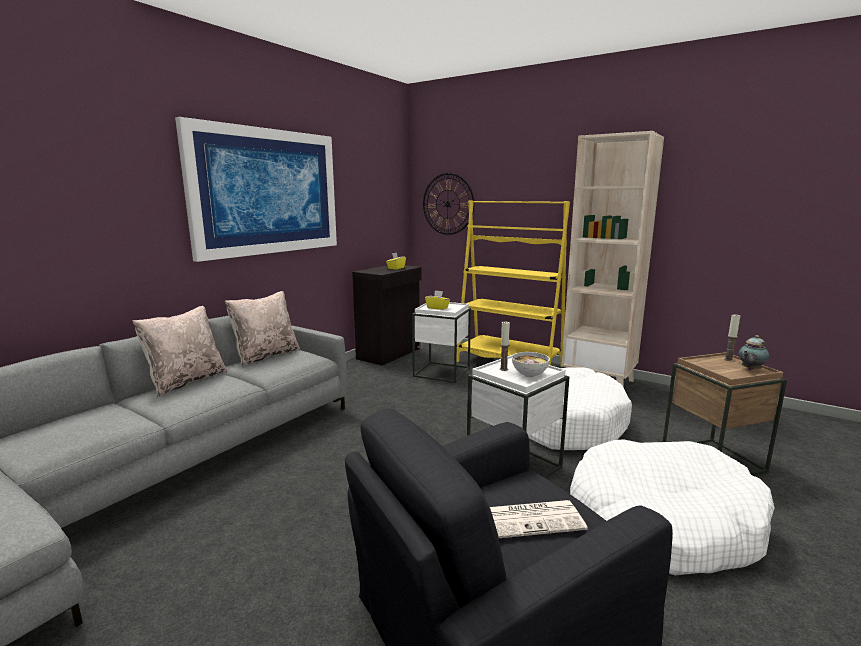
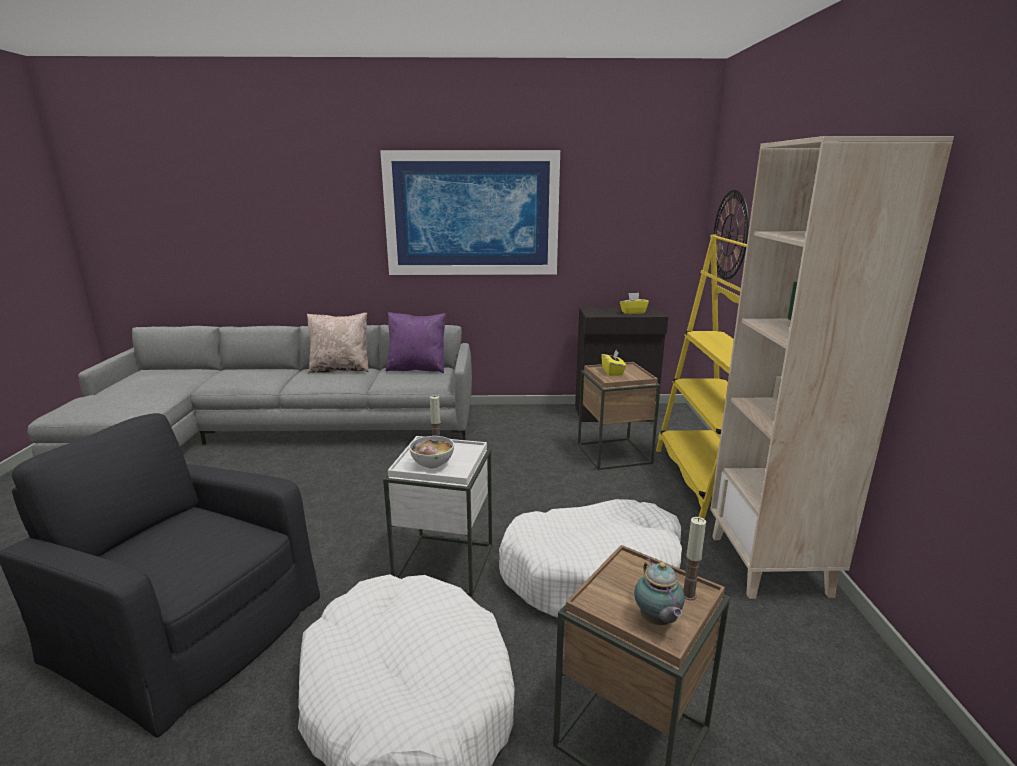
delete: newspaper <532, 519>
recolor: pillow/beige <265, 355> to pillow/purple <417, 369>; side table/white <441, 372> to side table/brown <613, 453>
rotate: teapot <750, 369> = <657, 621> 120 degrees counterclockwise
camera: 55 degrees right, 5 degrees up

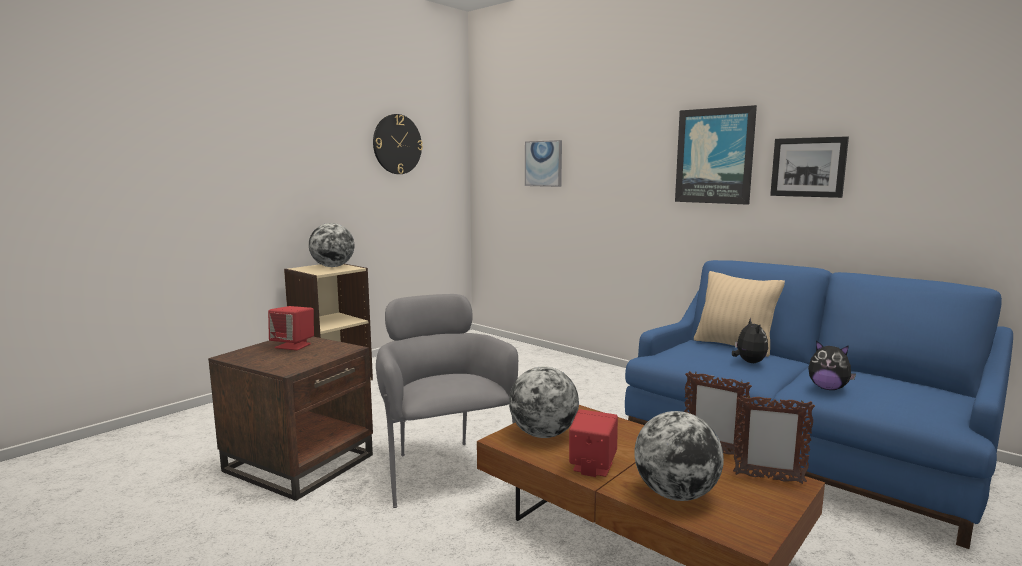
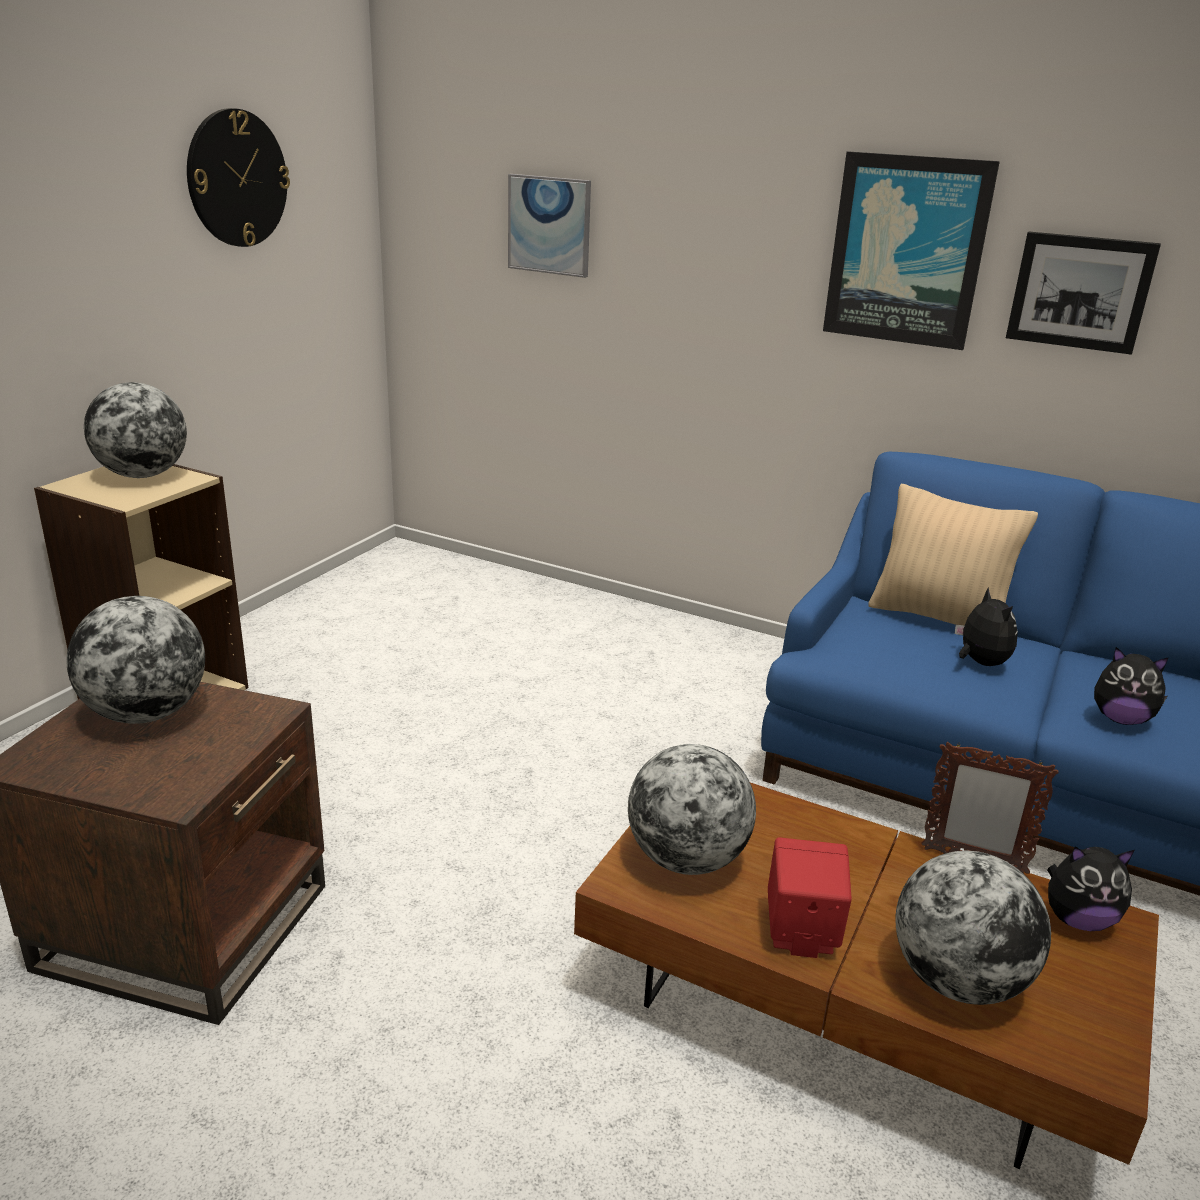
delete: armchair/grey <444, 467>
replace: speaker/red <293, 346> to globe <147, 713>; picture frame <768, 478> to plush toy <1077, 919>
camera: 15 degrees left, 15 degrees up

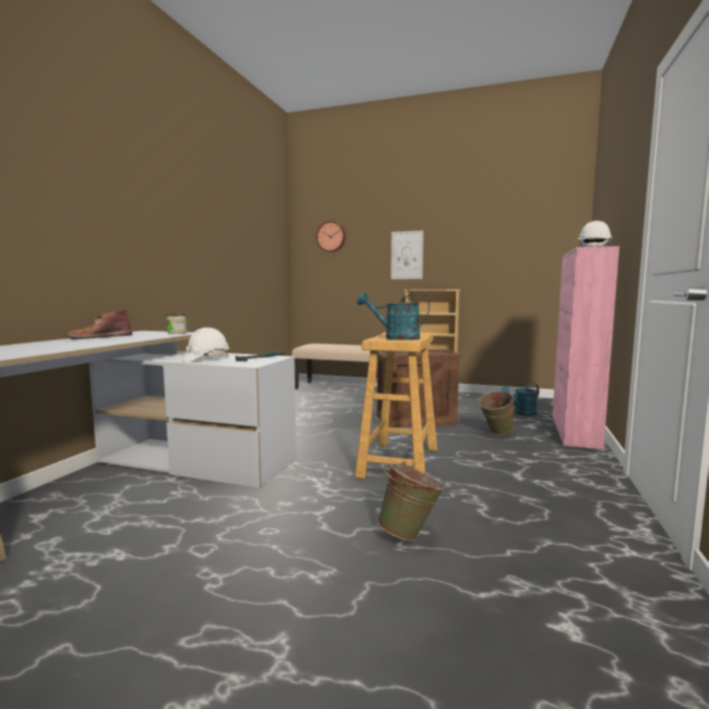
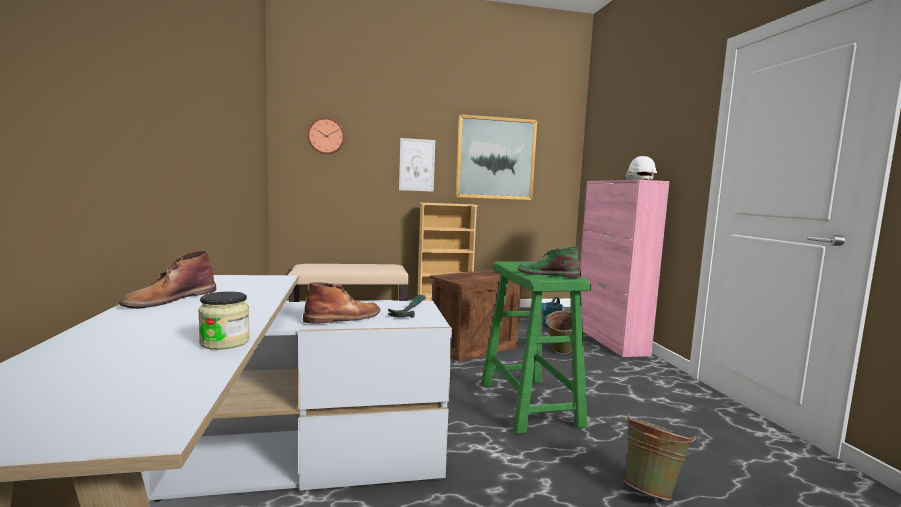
insert: picture <495, 158>
move: jar <177, 333> to <225, 342>
replace: hard hat/white <205, 359> to boot/brown <344, 317>; watering can/turquoise <395, 338> to boot/green <547, 274>
recolor: stool/beige <399, 462> to stool/green <529, 404>
camera: 30 degrees left, 0 degrees up

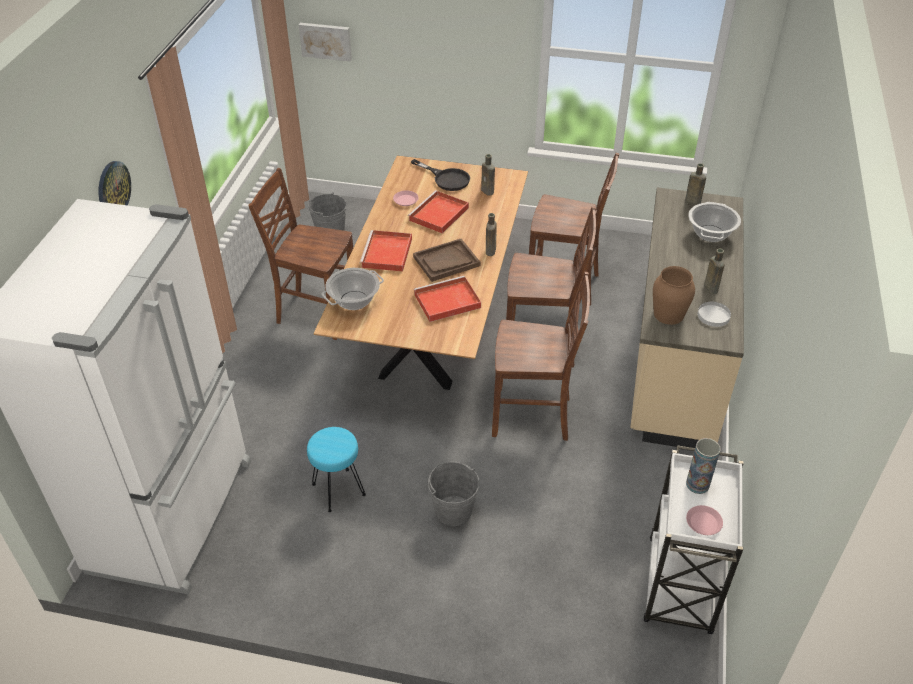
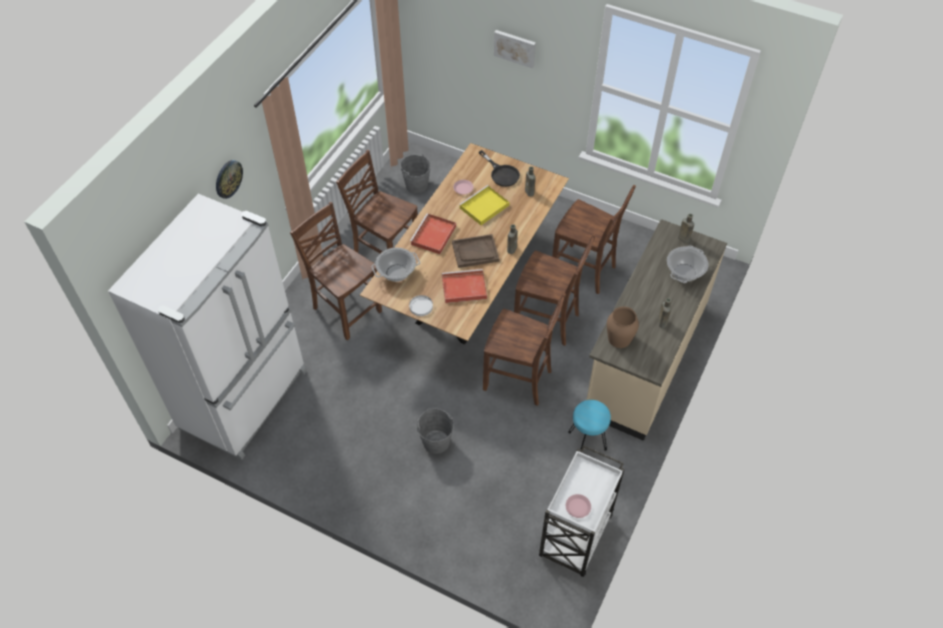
delete: vase <697, 484>
insert: chair/brown <345, 310>
move: picture <326, 41> to <515, 48>; stool/turquoise <337, 490> to <586, 441>; plate/white <713, 315> to <421, 306>
recolor: tray/red <438, 215> to tray/yellow <483, 207>
camera: 15 degrees right, 10 degrees up

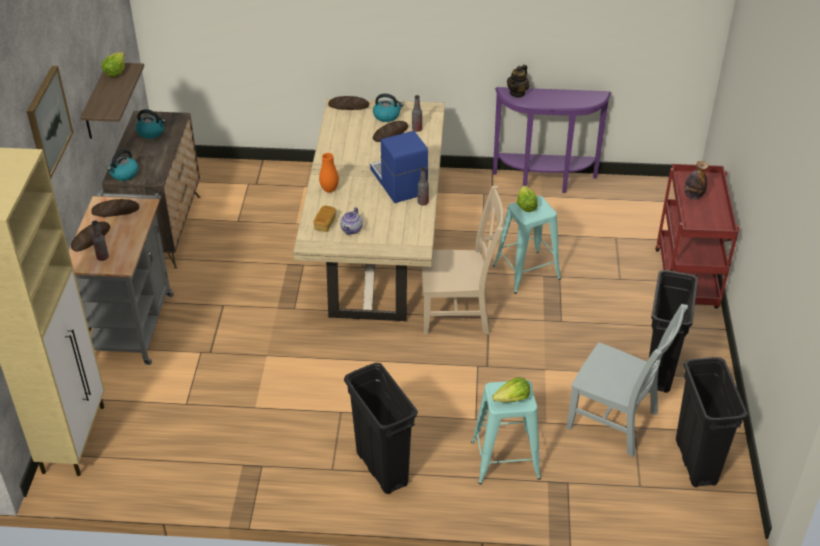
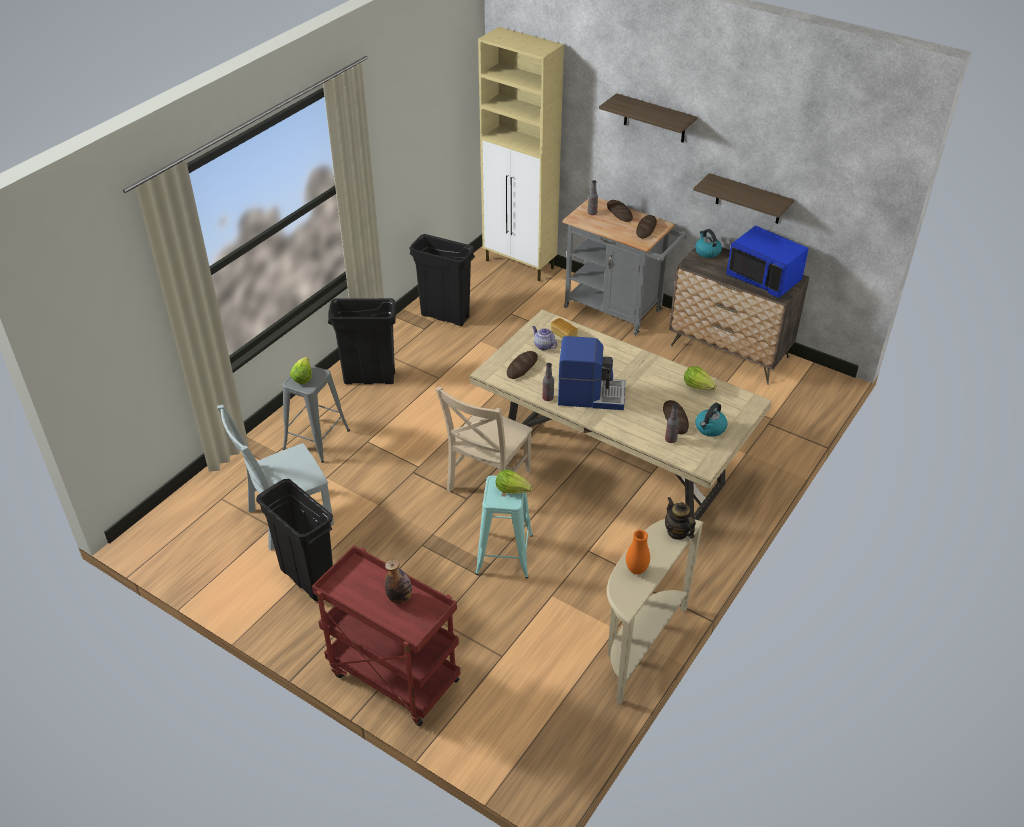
move: lettuce <115, 71> to <698, 386>; vase/orange <329, 190> to <636, 570>; bread <348, 106> to <522, 367>; trash can/black <696, 462> to <444, 316>
replace: picture <48, 122> to shelf <654, 119>; kettle <151, 132> to microwave/blue <764, 277>
recolor: stool/turquoise <505, 460> to stool/grey <316, 439>; console table/purple <545, 182> to console table/beige <638, 646>
camera: 120 degrees right, 0 degrees up

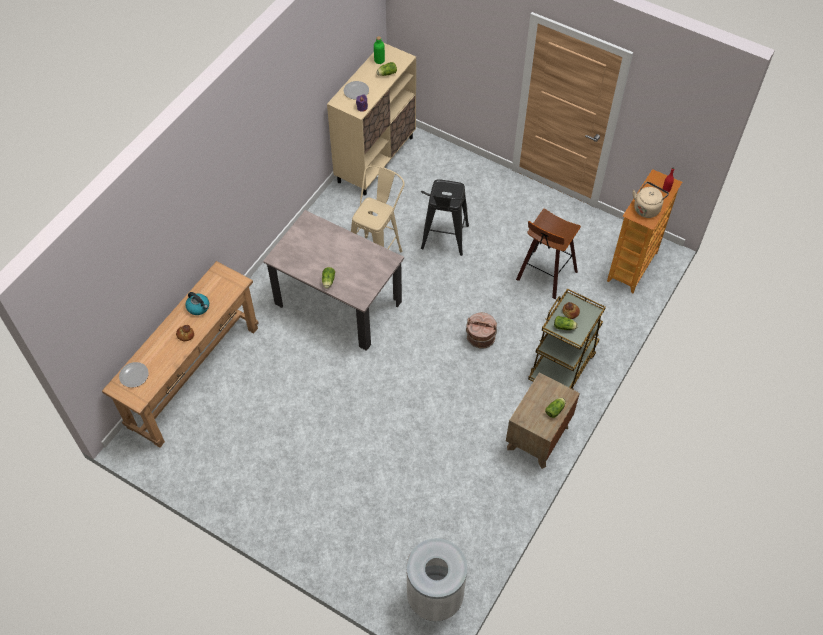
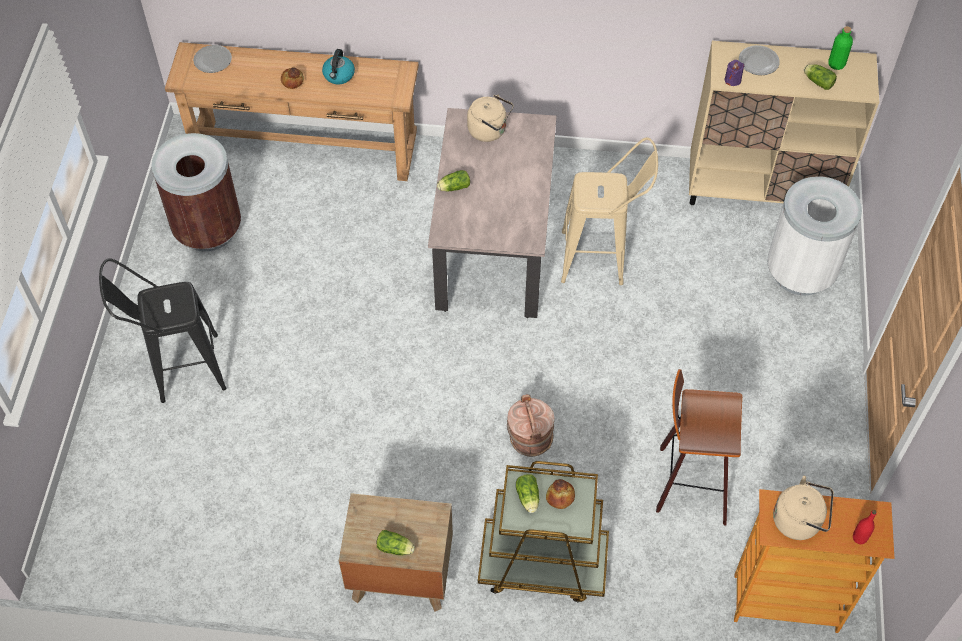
insert: trash can/brown <207, 228>; kettle/beige <489, 131>
move: trash can/white <435, 596> to <801, 272>; stool/black <443, 242> to <179, 369>
camera: 65 degrees right, 0 degrees up

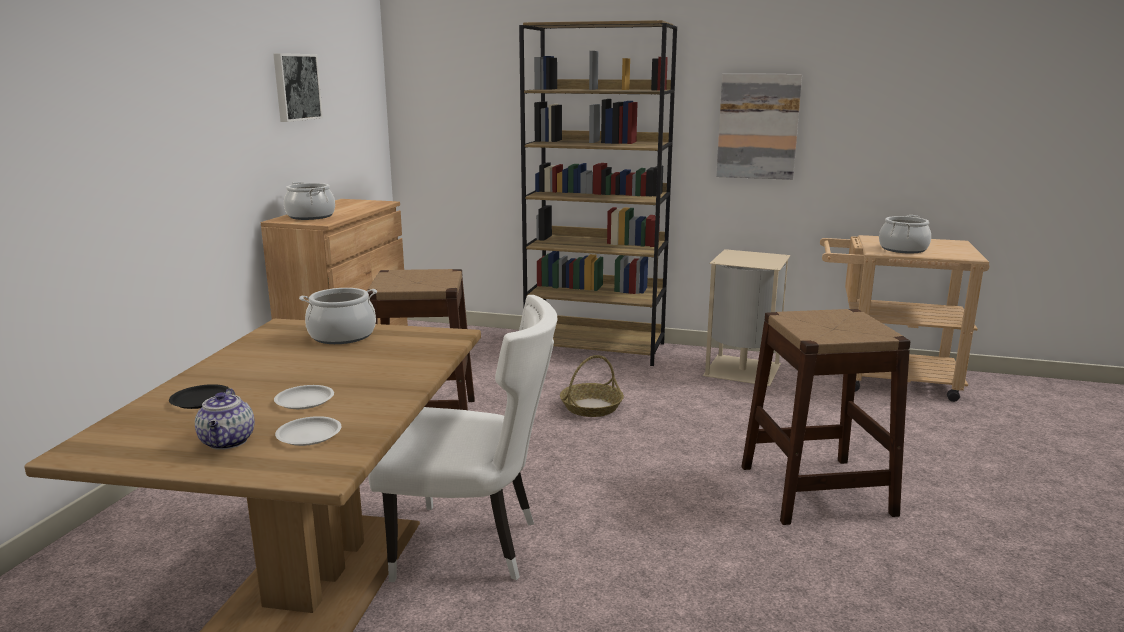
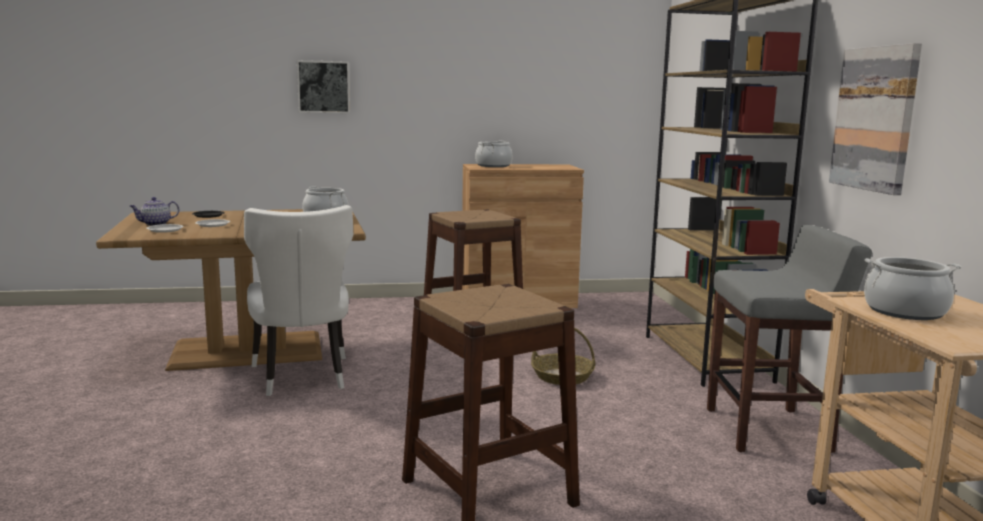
move: picture <295, 87> to <324, 87>
replace: trash can/beige <744, 370> to stool/grey <769, 430>
camera: 65 degrees right, 5 degrees down

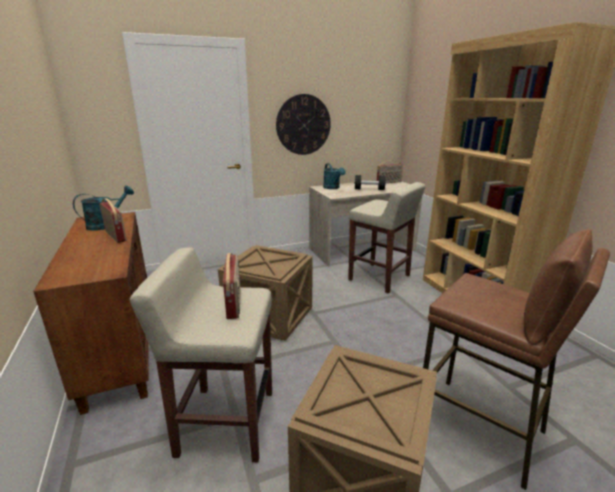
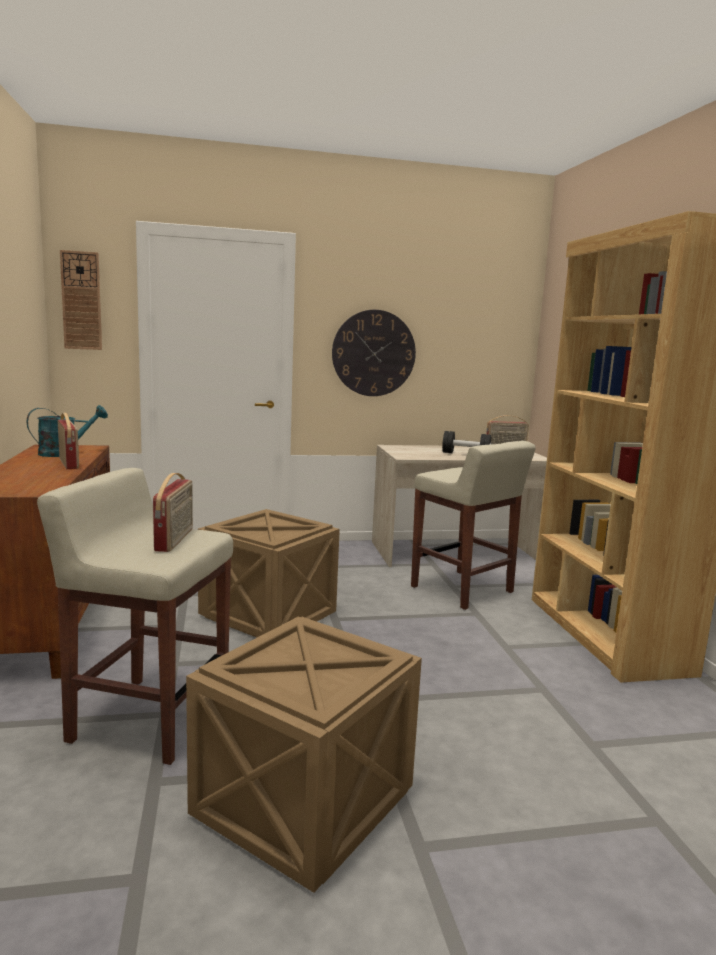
delete: watering can/turquoise <333, 188>; stool/brown <480, 429>
insert: wall clock <81, 301>
camera: 10 degrees right, 10 degrees down

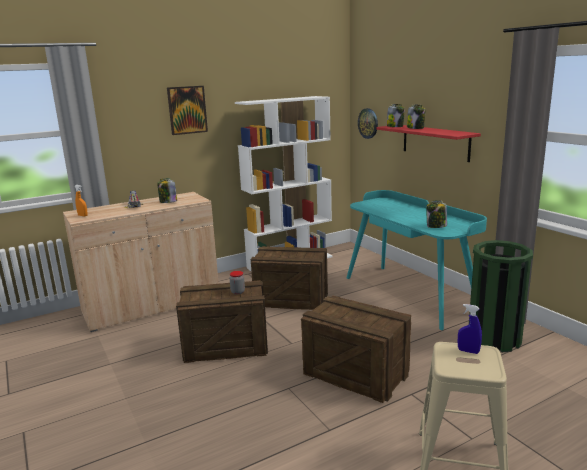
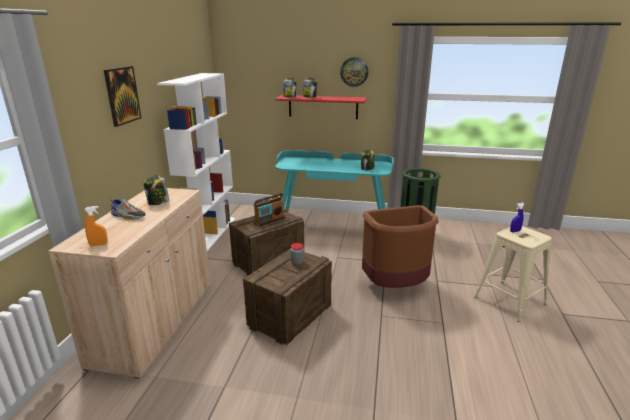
insert: radio <269, 220>
move: wall clock <368, 123> to <354, 72>
replace: crate <356, 374> to trash can/brown <396, 286>
camera: 50 degrees left, 5 degrees up

